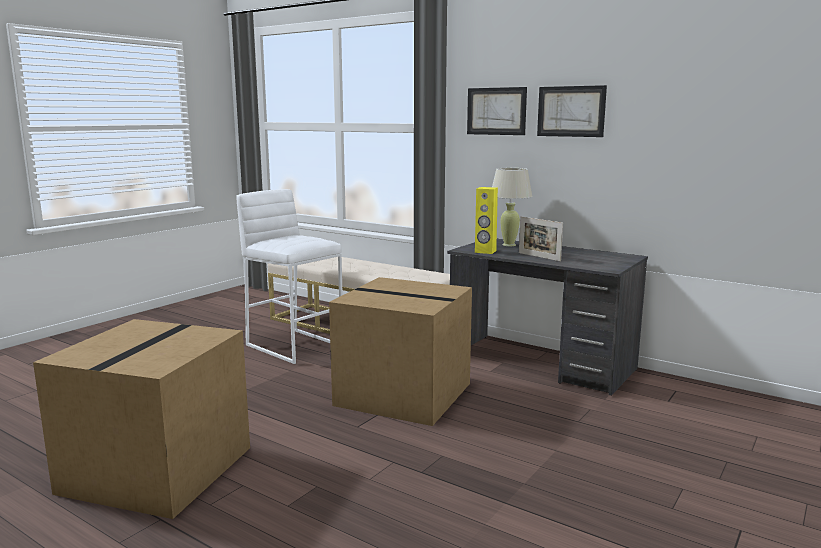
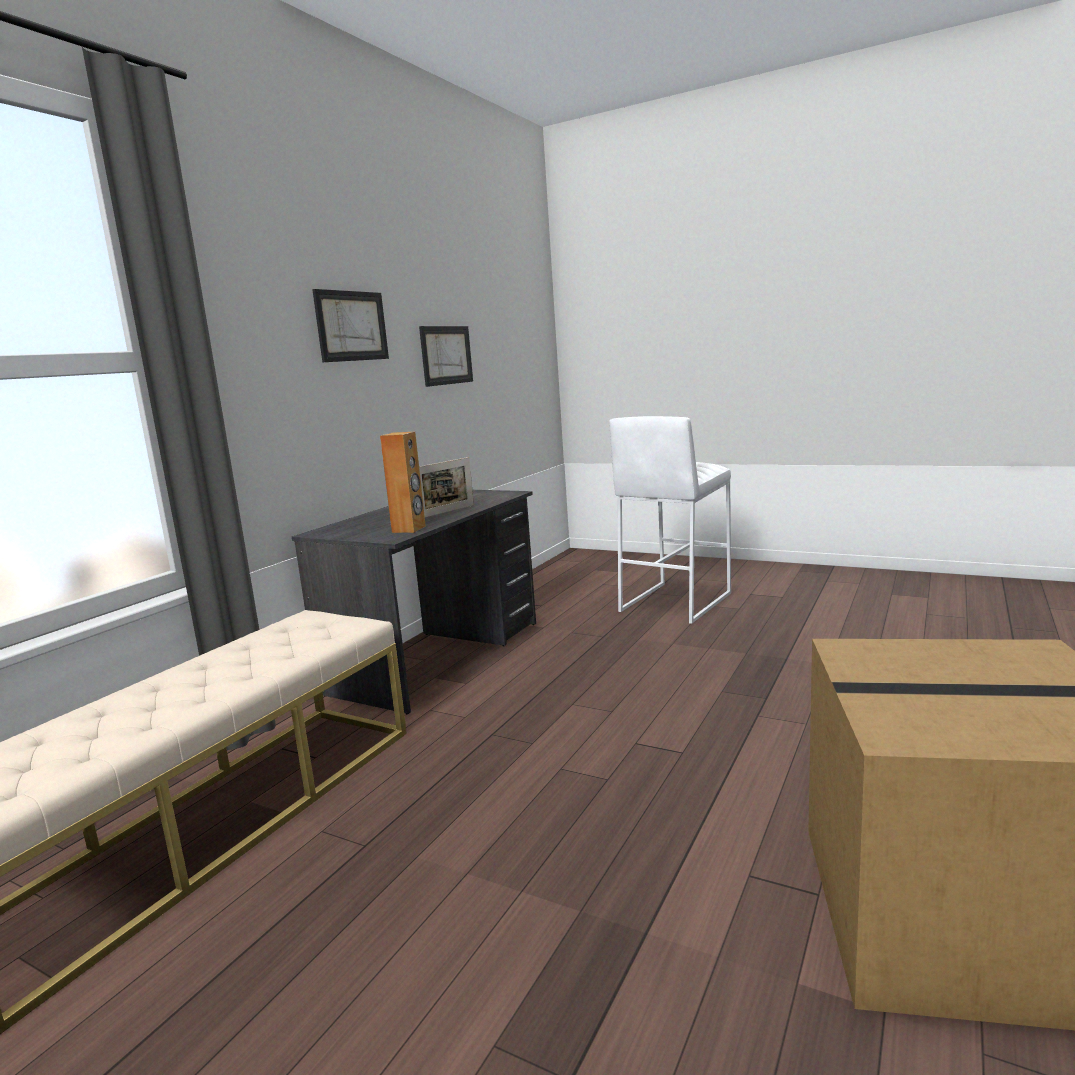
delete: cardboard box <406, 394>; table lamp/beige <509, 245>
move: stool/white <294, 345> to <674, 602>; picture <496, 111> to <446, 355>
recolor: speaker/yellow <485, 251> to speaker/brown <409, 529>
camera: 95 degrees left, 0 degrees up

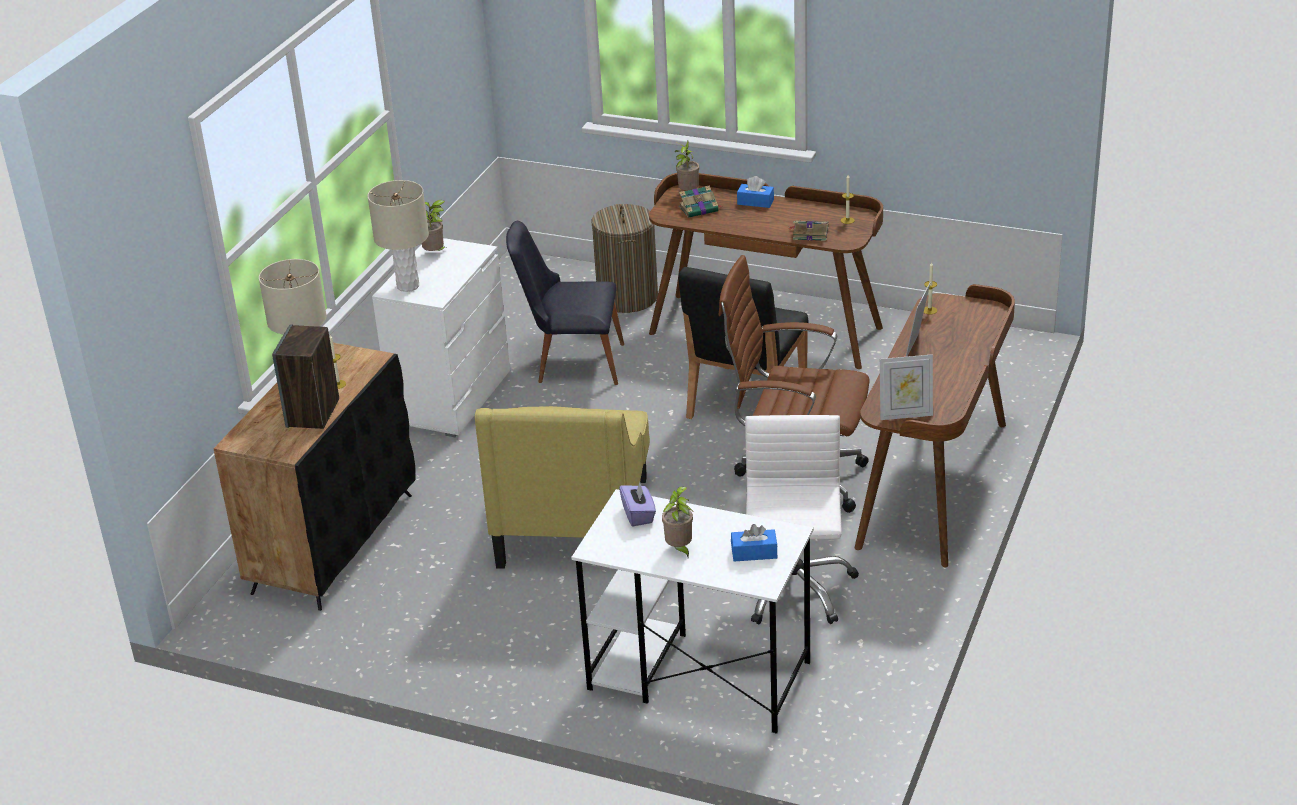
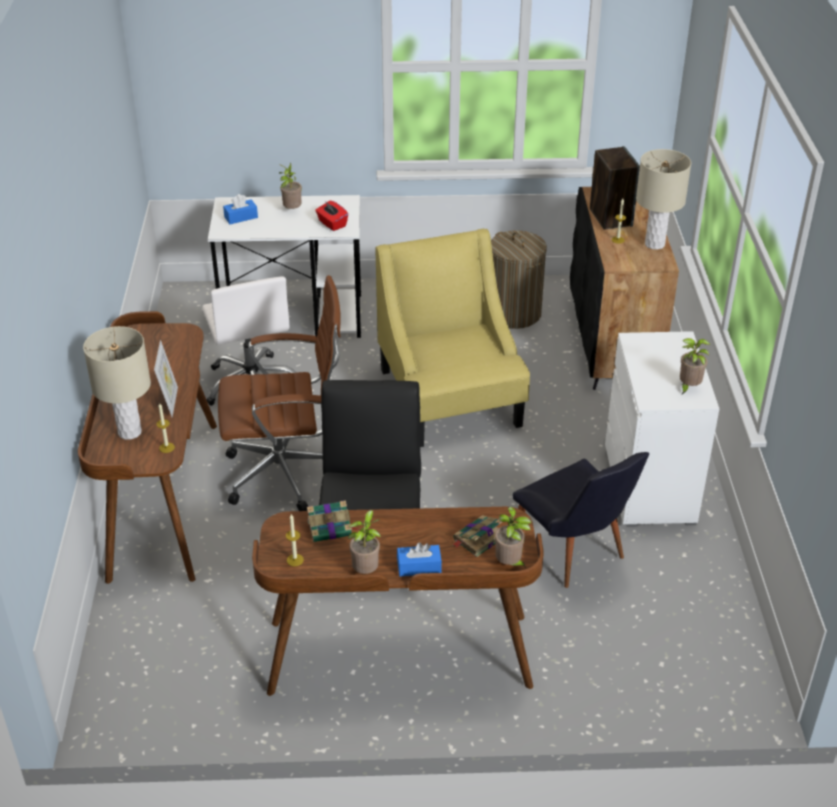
delete: picture frame <905, 414>
insert: potted plant <366, 571>
move: table lamp/beige <408, 286> to <130, 432>; laundry basket <627, 297> to <514, 313>
recolor: tissue box/purple <638, 515> to tissue box/red <332, 224>
rotate: chair/black <571, 363> = <574, 555> 75 degrees clockwise
camera: 155 degrees right, 5 degrees up

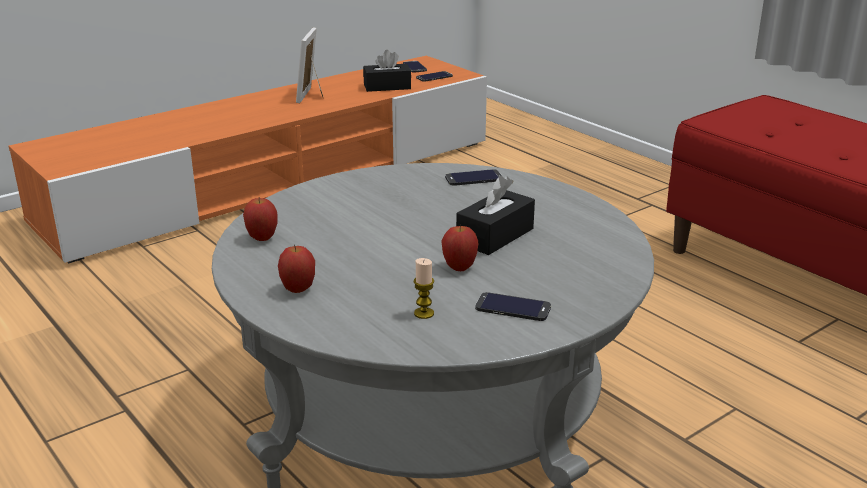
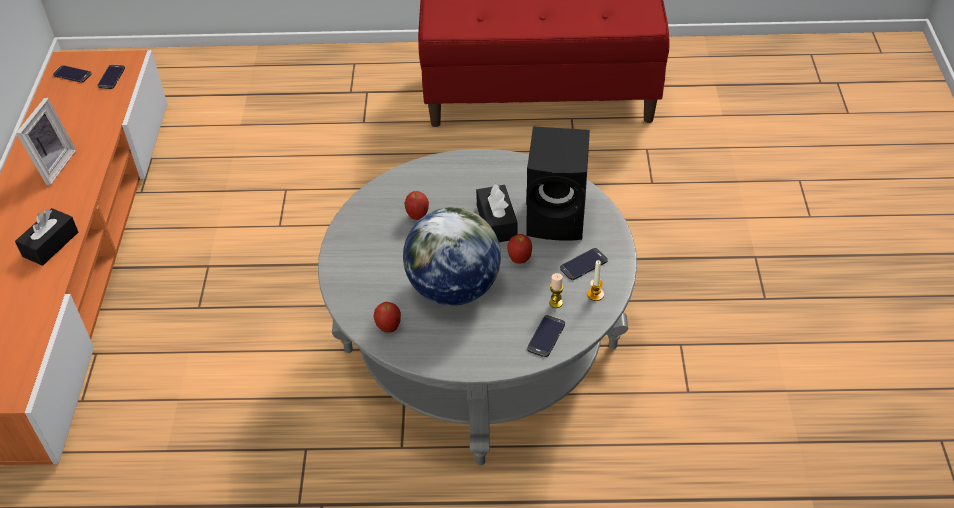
insert: globe <453, 289>; speaker/black <559, 217>; candle <595, 294>
move: apple <298, 290> to <417, 216>; tissue box/black <387, 87> to <50, 244>; phone <473, 178> to <546, 336>
rotate: picture frame <313, 95> = <52, 166> 120 degrees counterclockwise
camera: 50 degrees left, 20 degrees up

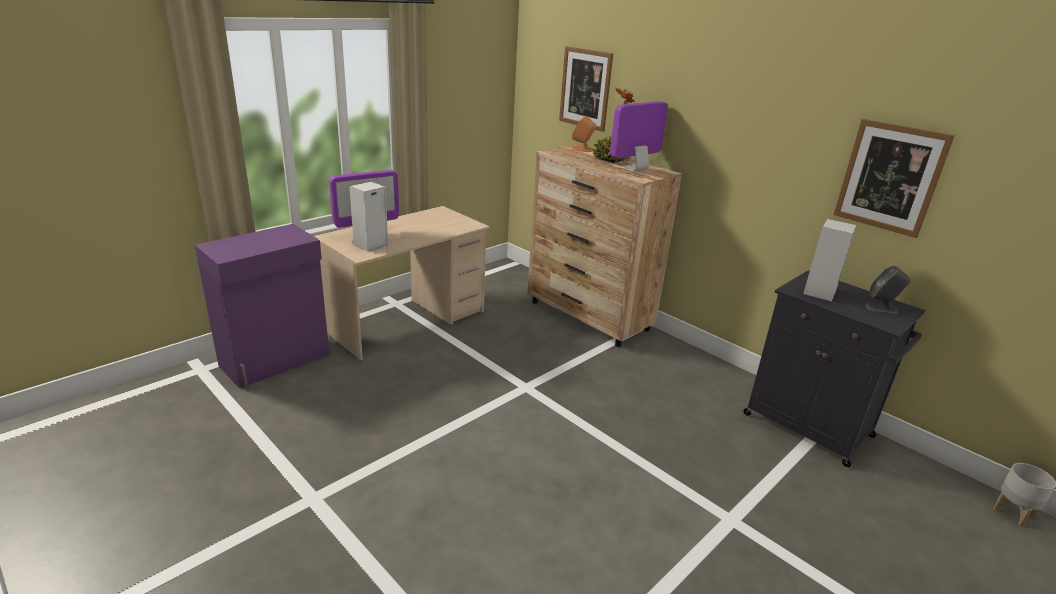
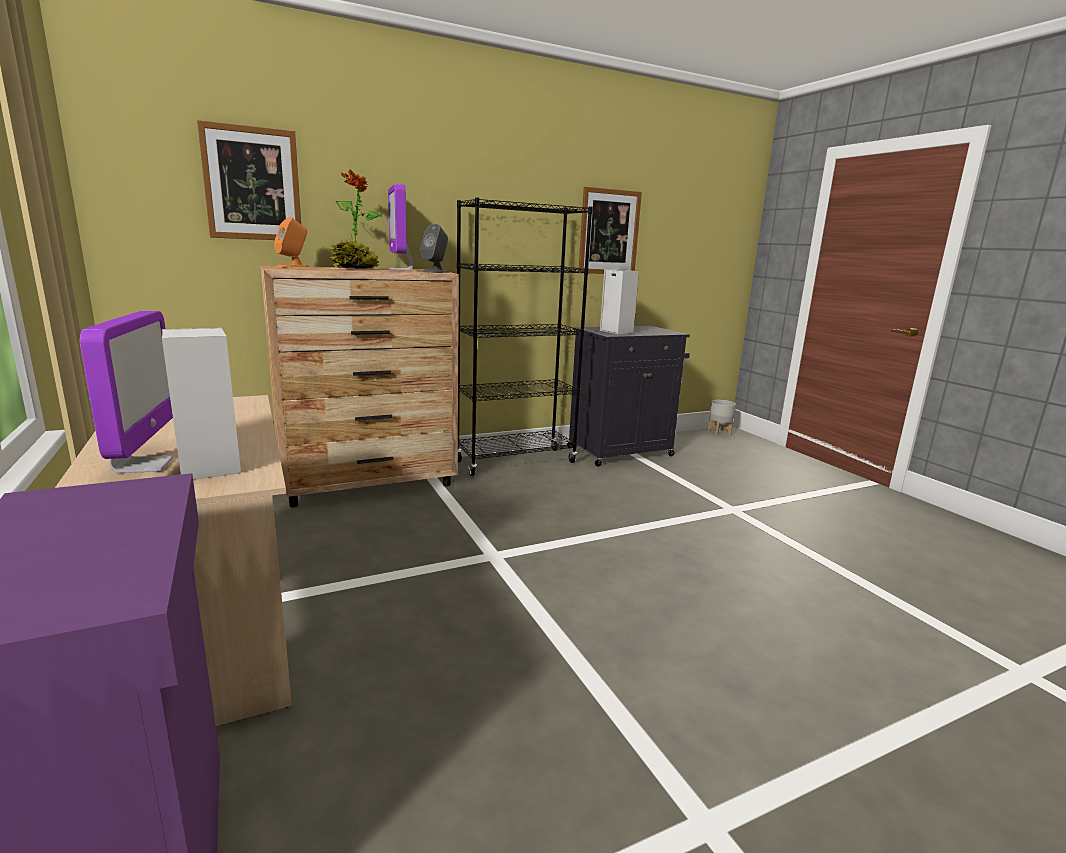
insert: bookcase/black <516, 462>
move: speaker/grey <881, 309> to <435, 272>
camera: 70 degrees left, 10 degrees down

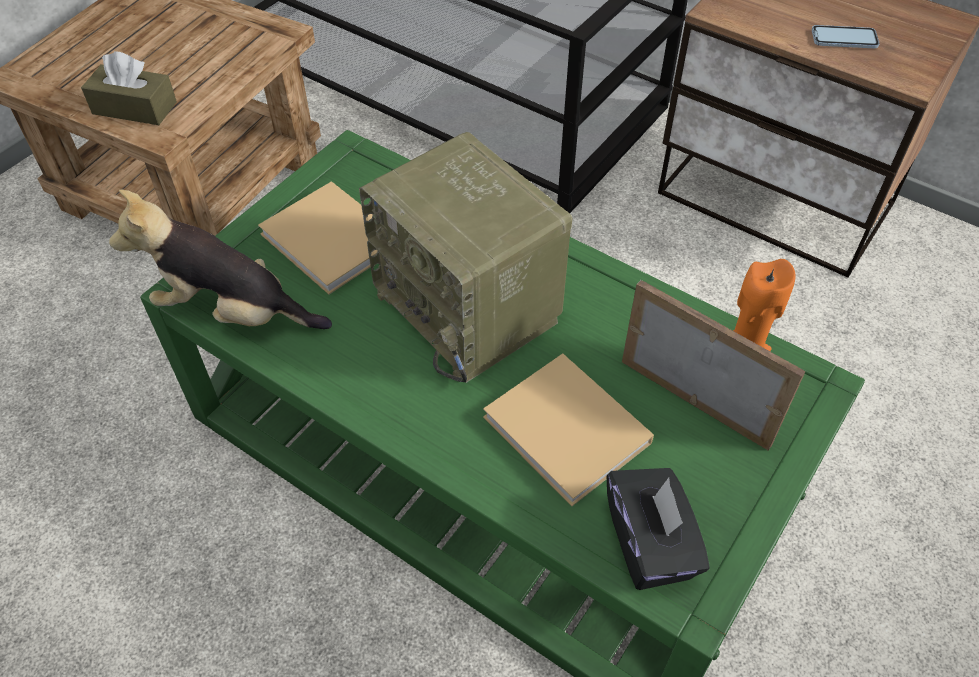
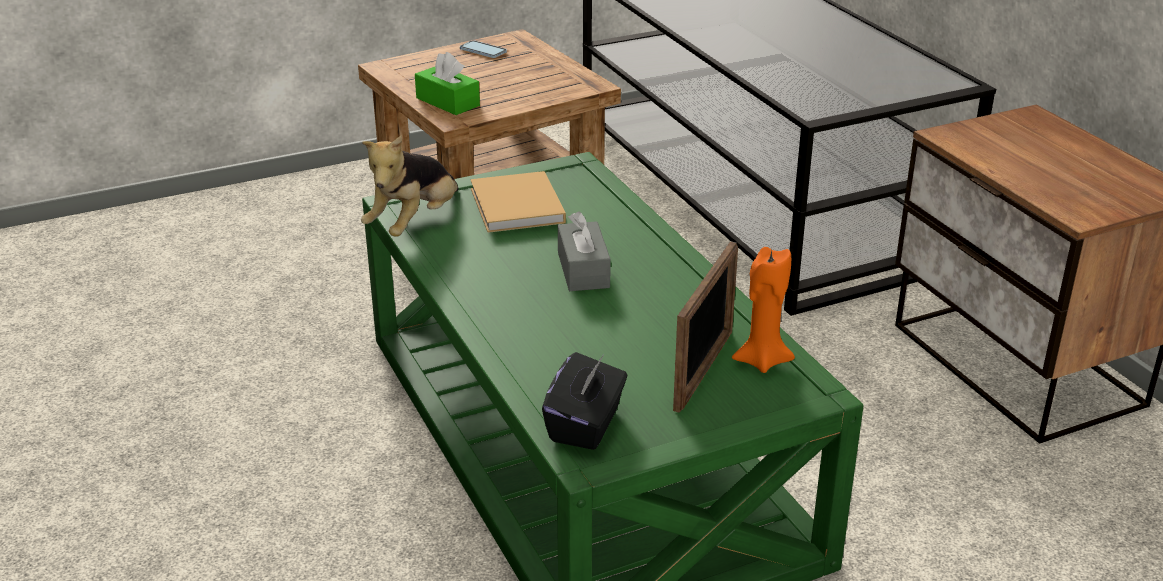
delete: book/beige <569, 433>
move: phone <844, 39> to <483, 51>
replace: radio <470, 308> to tissue box/grey <583, 270>
recolor: tissue box/brown <134, 108> to tissue box/green <447, 102>
rotate: plush toy <233, 312> = <414, 223> 105 degrees counterclockwise; picture frame <694, 401> = <704, 370> 45 degrees clockwise
camera: 30 degrees right, 20 degrees down

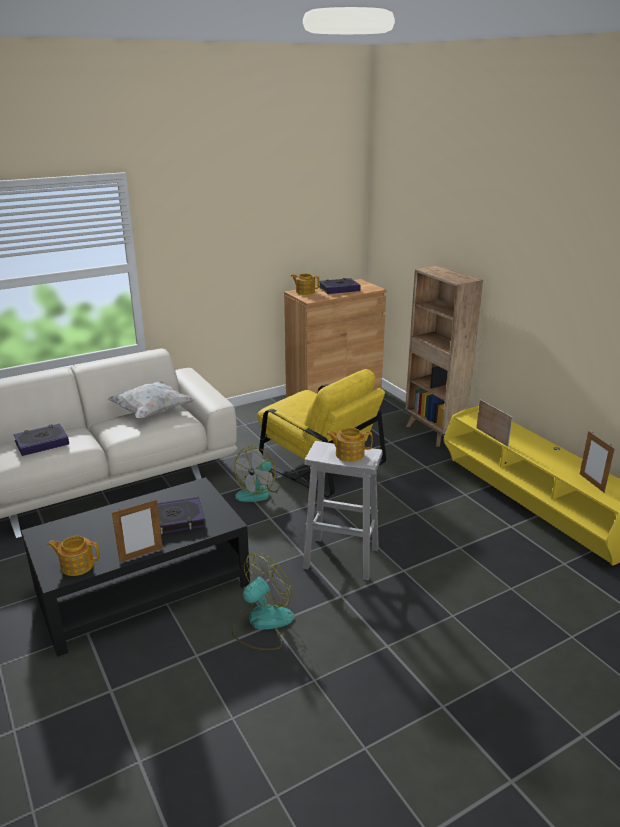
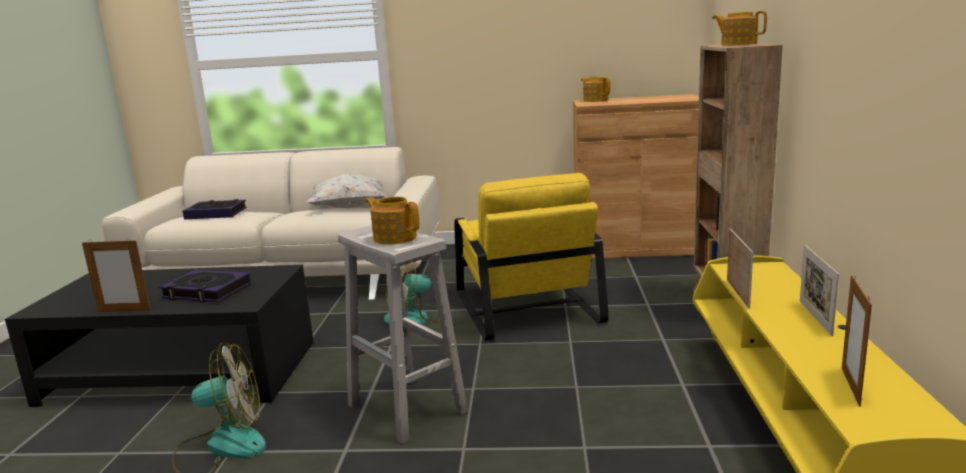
delete: book <339, 289>
insert: picture frame <815, 317>
move: teapot <77, 565> to <738, 44>
camera: 35 degrees right, 10 degrees down

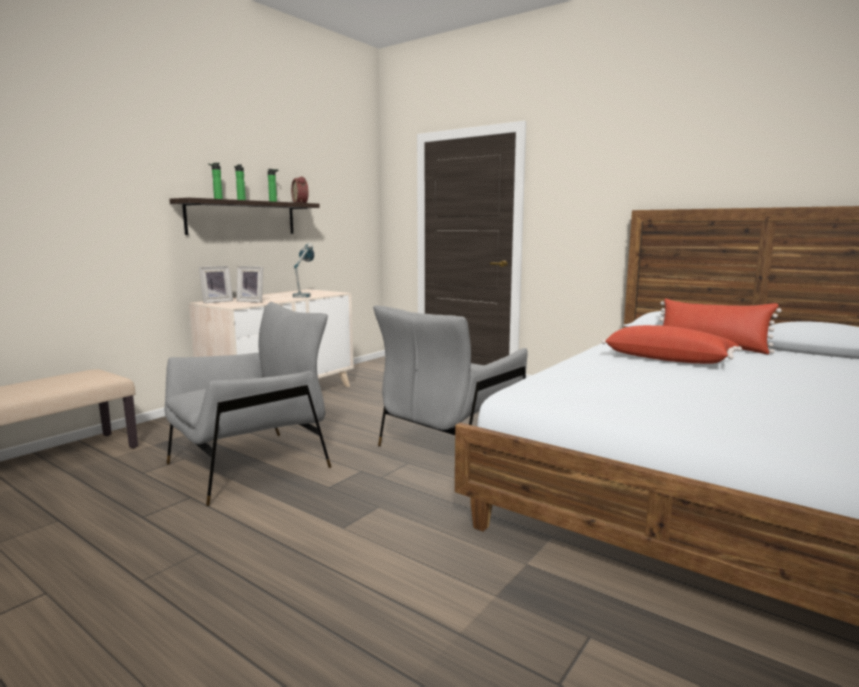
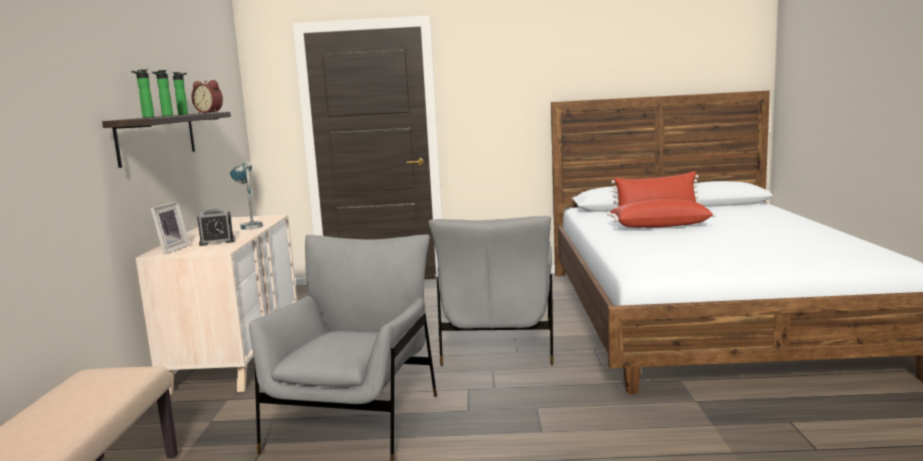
replace: picture frame <252, 301> to alarm clock <217, 241>
camera: 35 degrees left, 0 degrees up

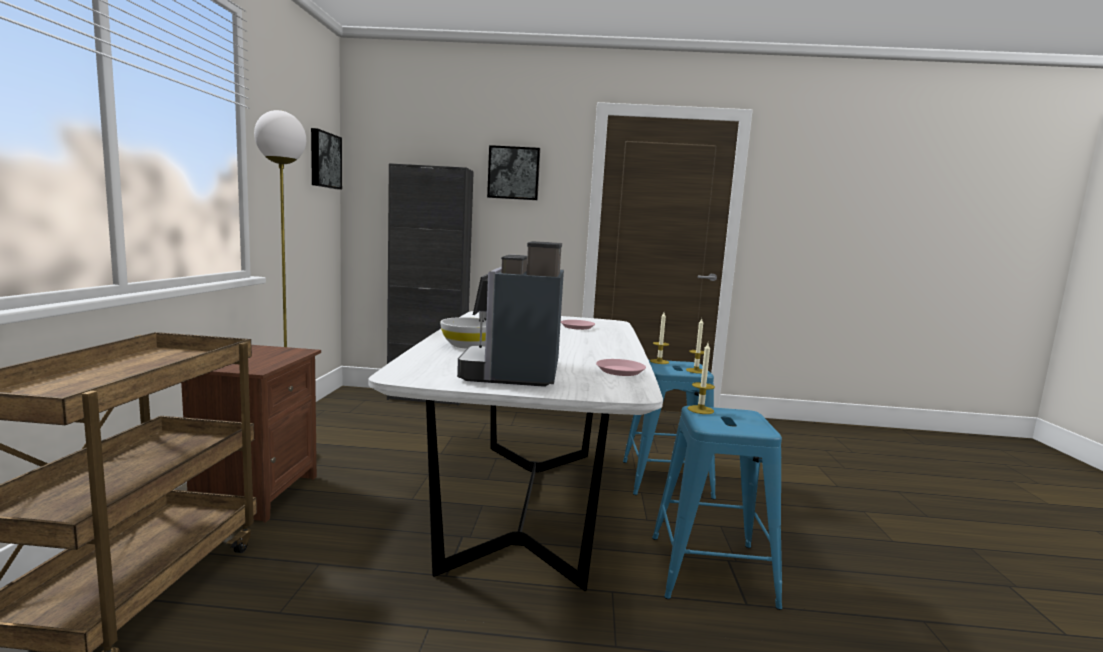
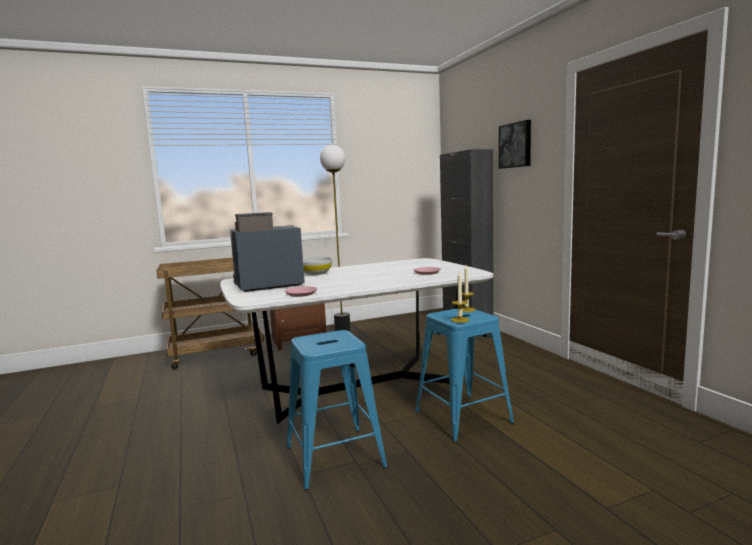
delete: picture <324, 160>; candle <700, 410>
camera: 65 degrees right, 0 degrees up

